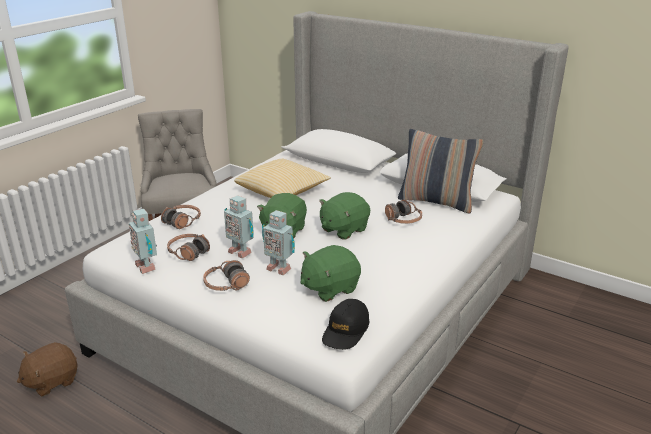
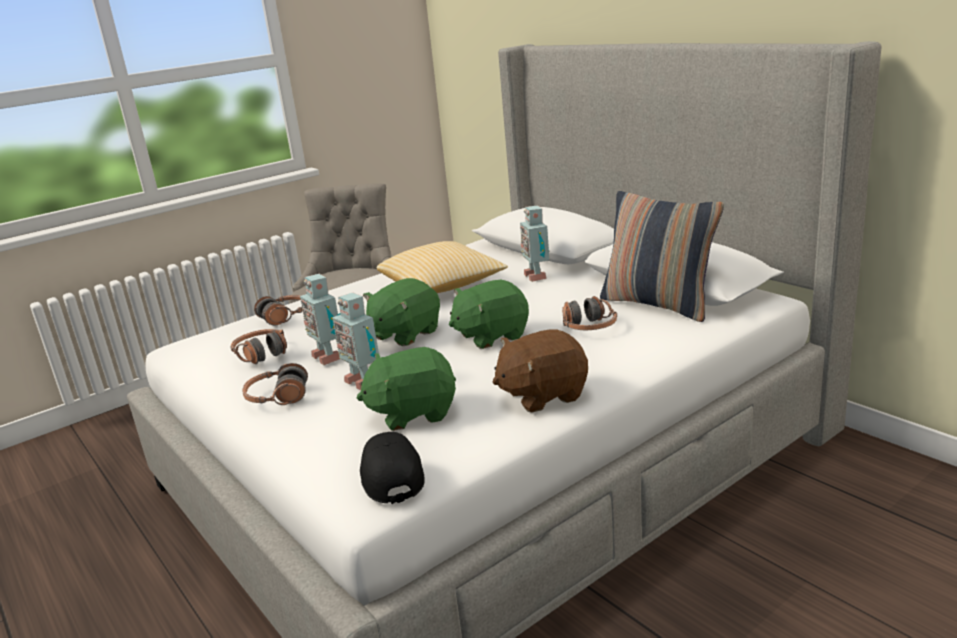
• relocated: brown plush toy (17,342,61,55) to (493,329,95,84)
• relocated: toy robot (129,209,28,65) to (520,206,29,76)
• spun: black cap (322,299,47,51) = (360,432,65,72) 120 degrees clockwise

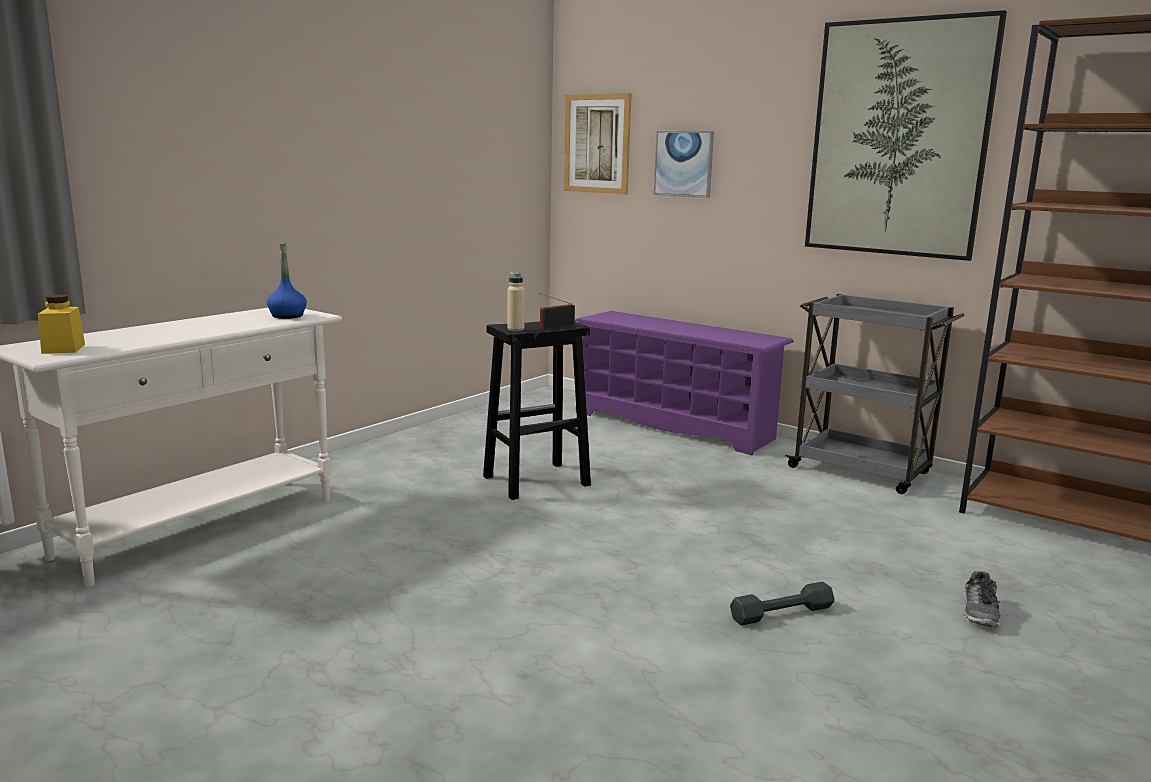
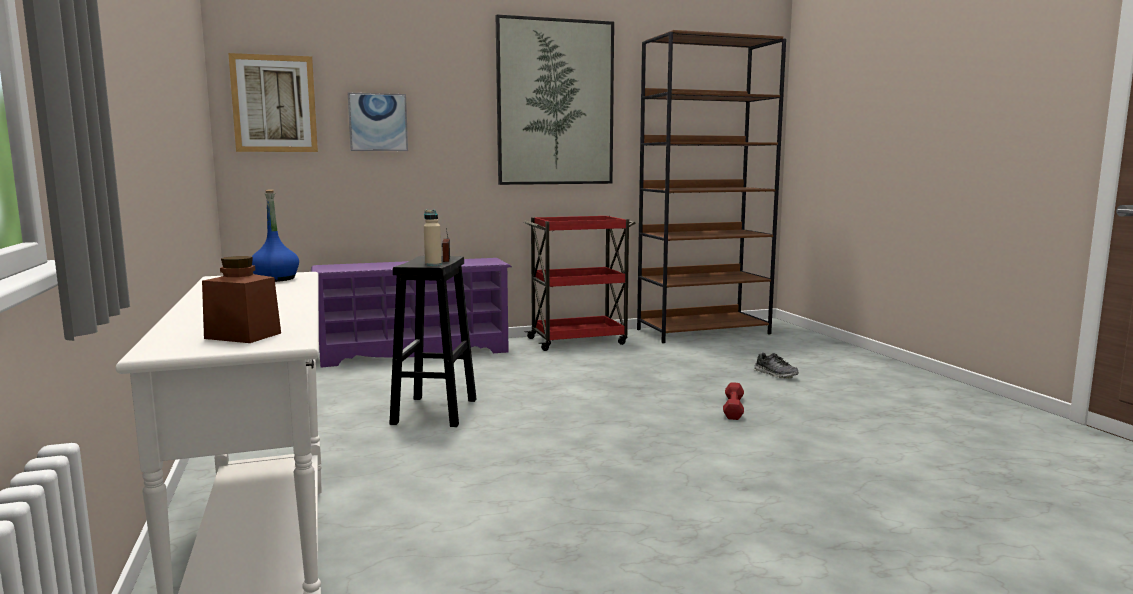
• colour: yellow jar (38,295,47,59) to brown jar (202,256,79,87)
• colour: grey dumbbell (730,582,105,43) to red dumbbell (723,382,21,38)
• colour: grey cart (785,294,180,200) to red cart (524,216,111,135)

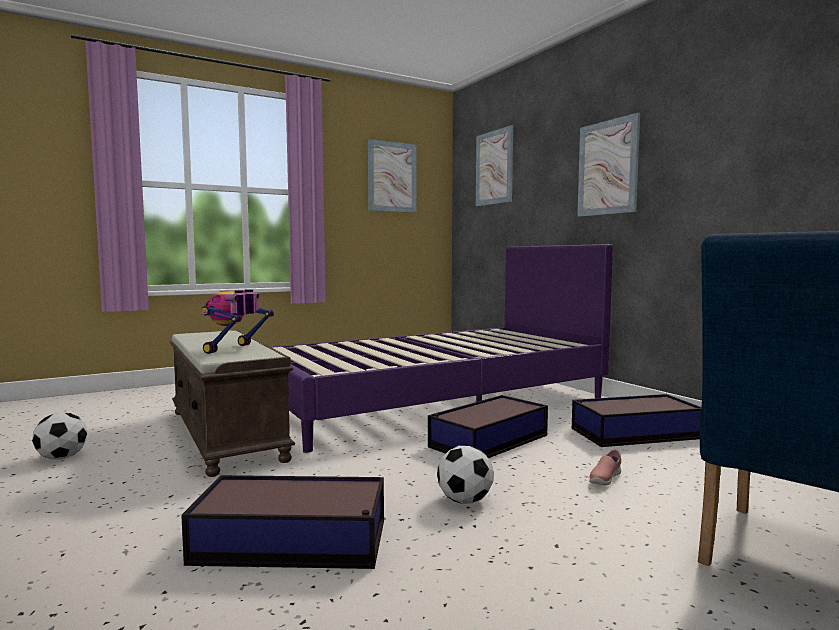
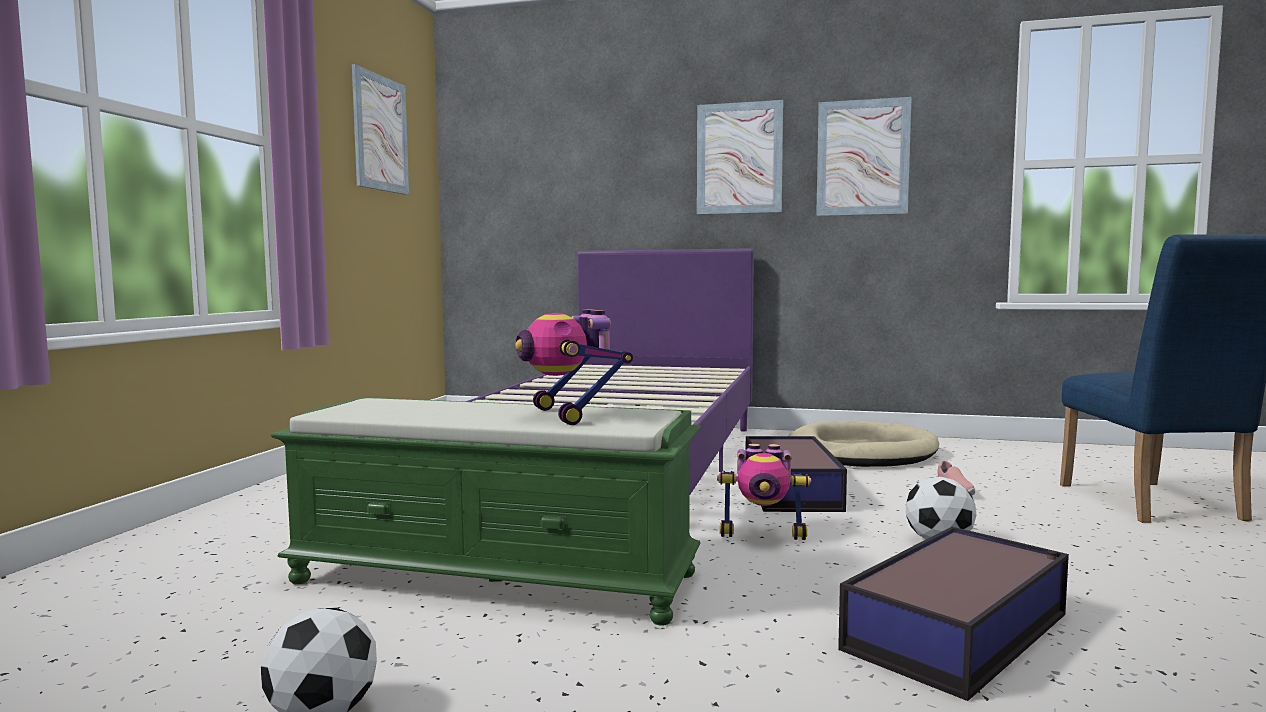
• appeared: toy robot (717,444,94,96)
• relocated: picture (476,125,37,81) to (816,97,96,119)
• exchanged: storage box (572,394,130,53) to beige dog bed (788,421,151,46)
• colour: brown bench (169,330,126,147) to green bench (271,397,430,229)

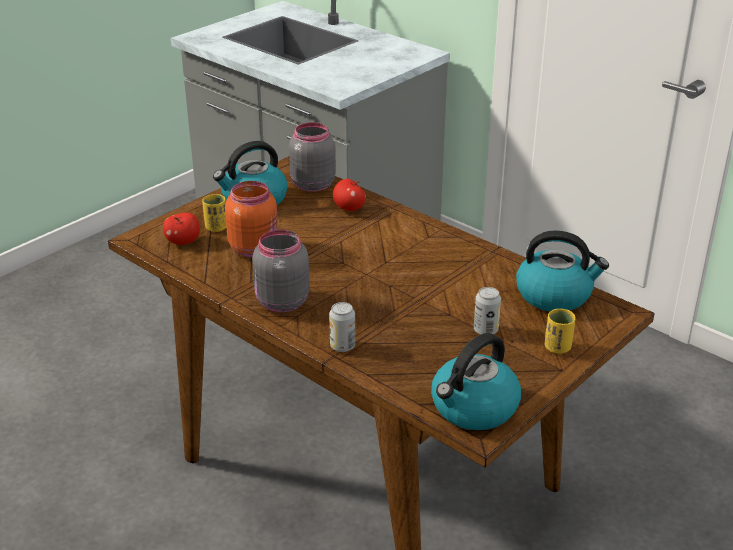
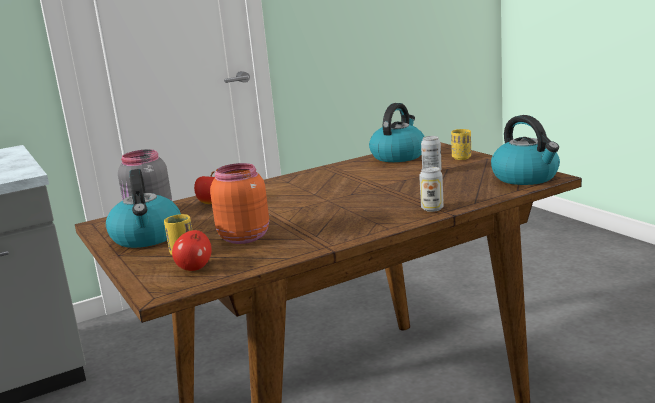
• missing: grey jar (252,230,58,82)

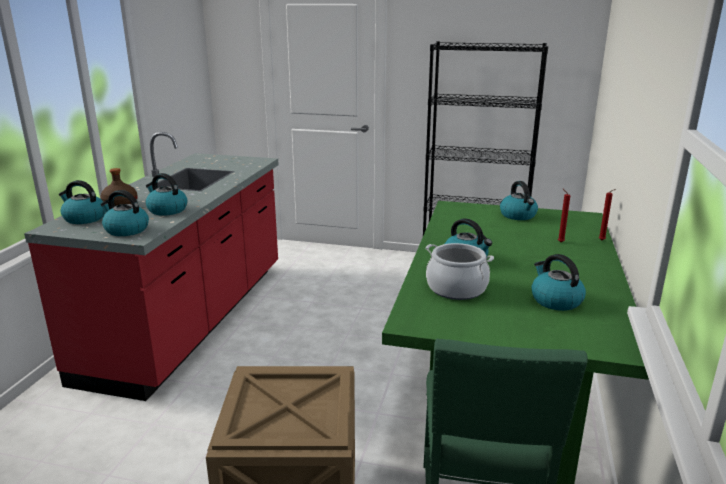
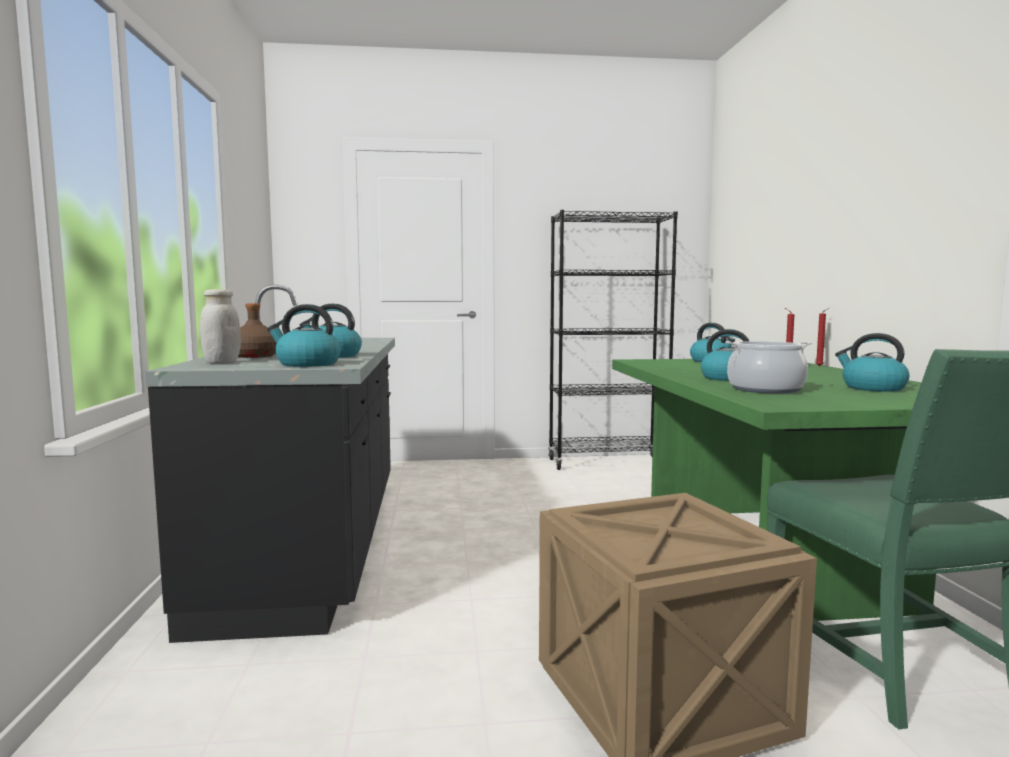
• exchanged: kettle (59,180,46,44) to white jar (200,289,41,74)
• colour: red counter (24,132,255,269) to black counter (145,285,250,358)

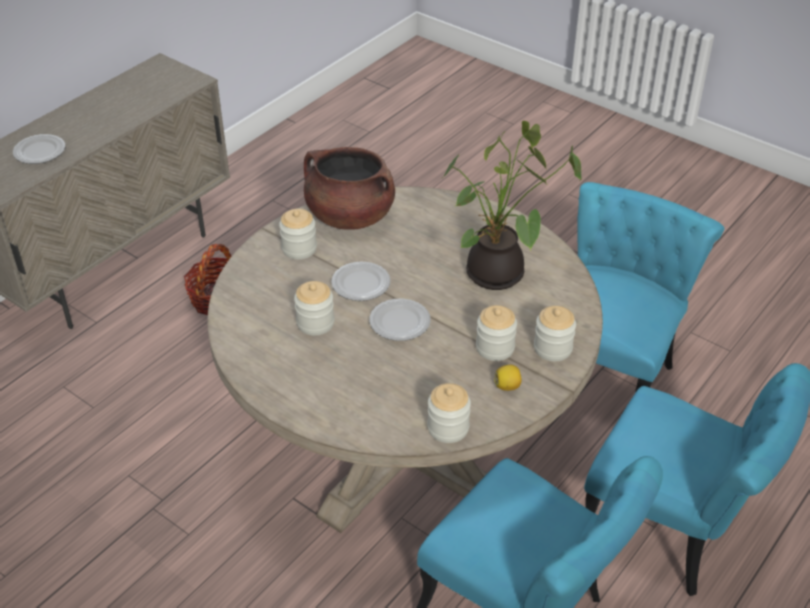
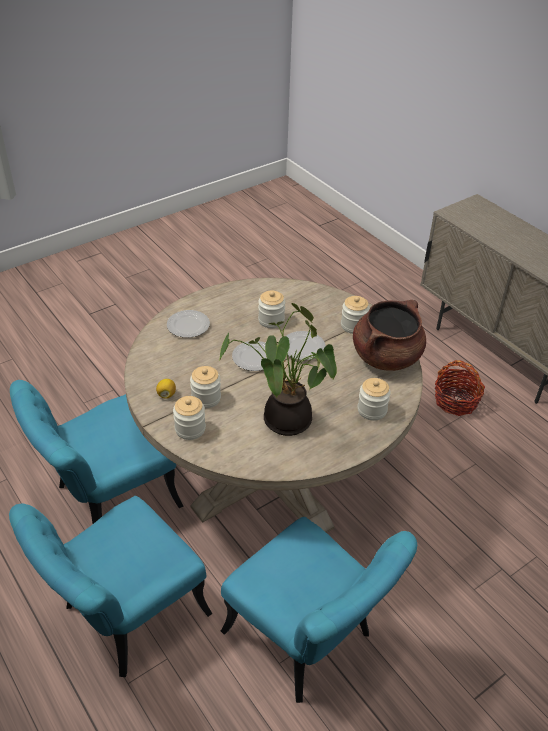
• relocated: plate (13,134,52,30) to (167,310,43,28)
• relocated: jar (427,383,44,60) to (358,378,33,43)

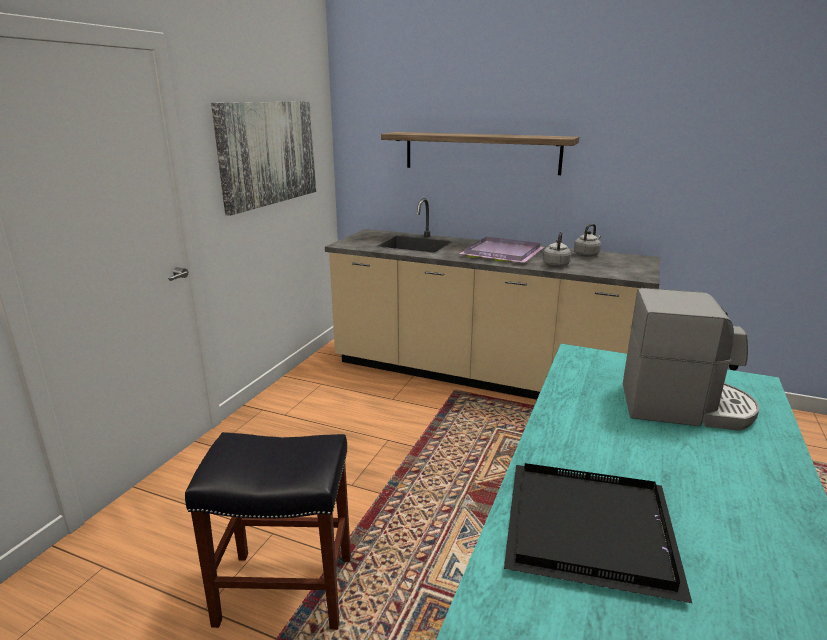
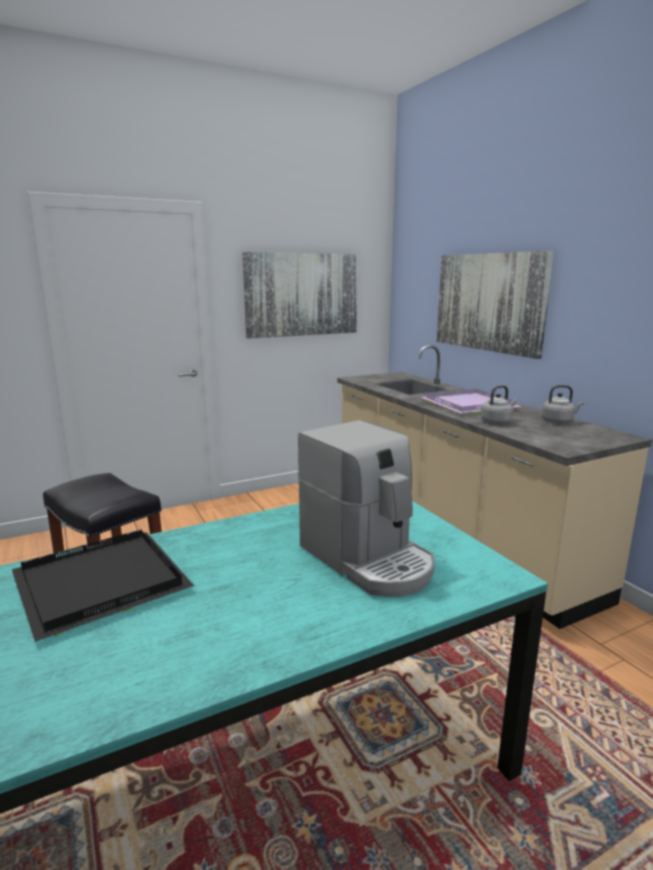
• exchanged: shelf (381,132,198,43) to picture (437,251,117,108)

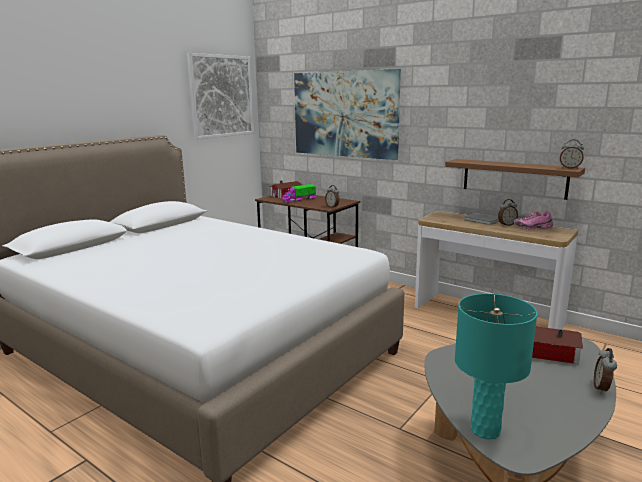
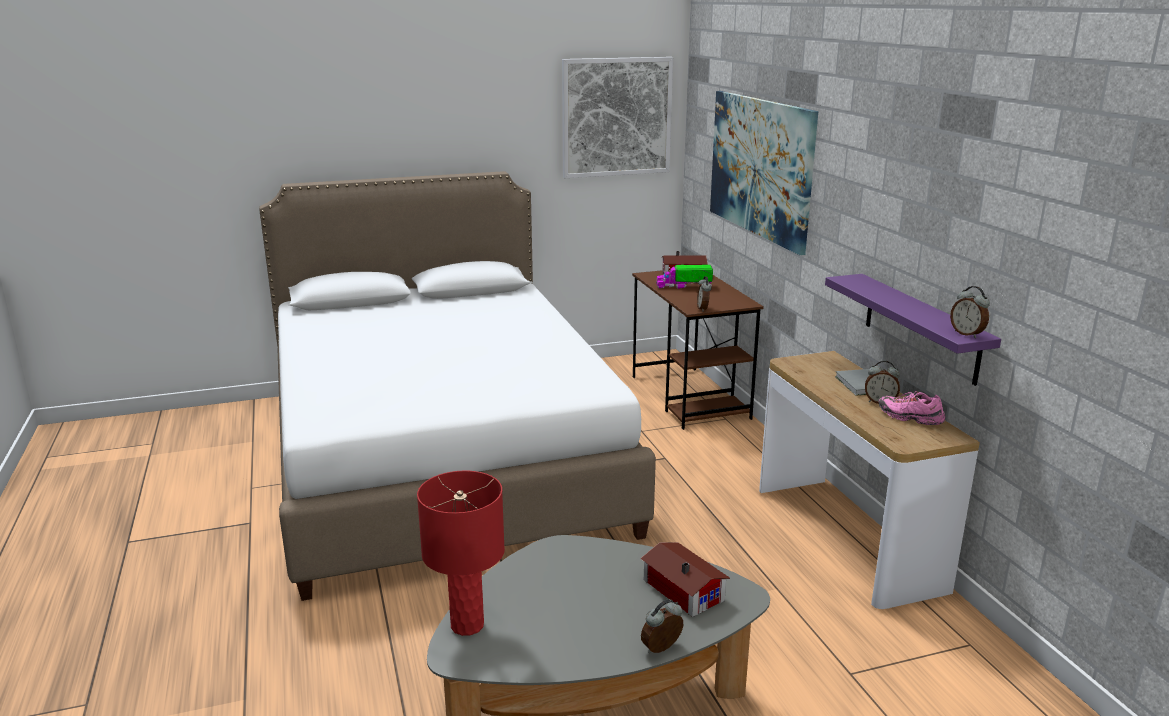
• colour: brown shelf (445,159,140,41) to purple shelf (825,274,176,112)
• colour: turquoise table lamp (455,294,82,146) to red table lamp (417,471,88,165)

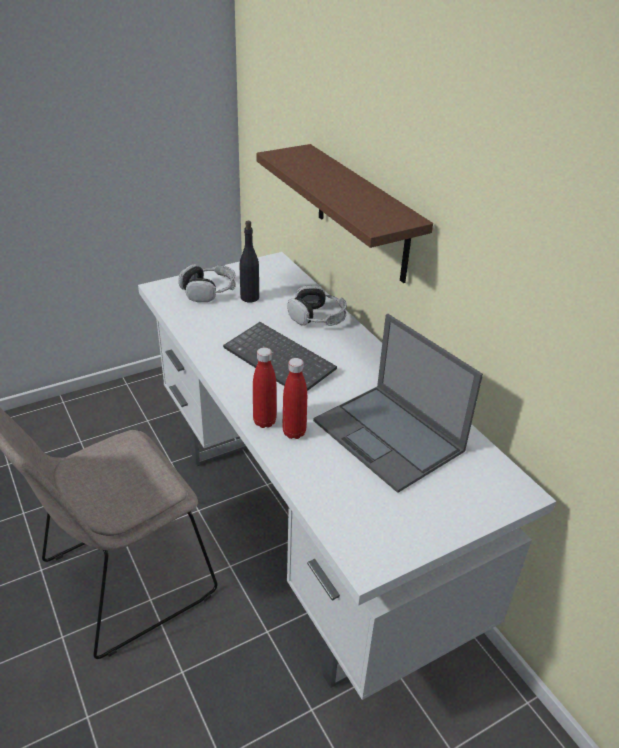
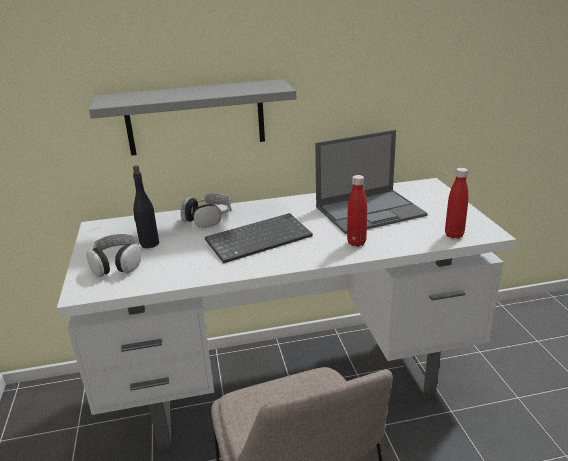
• relocated: red bottle (253,347,24,81) to (445,168,24,71)
• colour: brown shelf (256,144,177,139) to grey shelf (89,79,207,77)

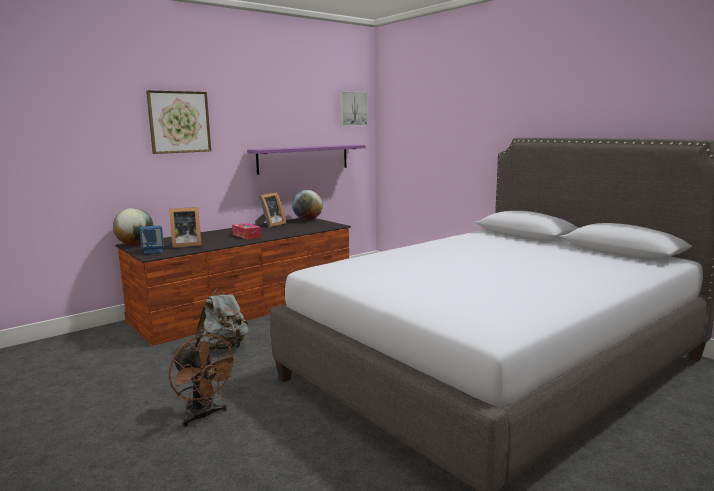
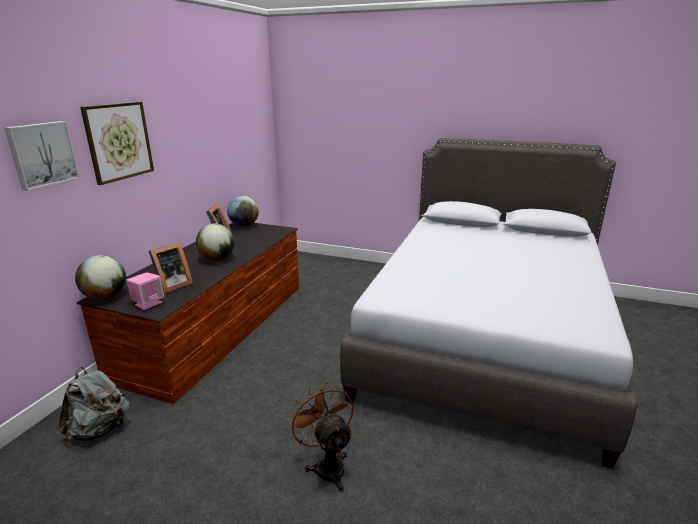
• missing: purple shelf (247,145,118,30)
• relocated: grey backpack (196,287,53,63) to (59,367,70,74)
• relocated: picture (339,91,29,35) to (4,121,76,70)
• exchanged: tissue box (232,223,30,16) to globe (196,223,39,38)
• colour: blue speaker (140,225,24,29) to pink speaker (126,272,39,38)
• spun: brown fan (169,334,70,93) = (288,382,66,110) 135 degrees counterclockwise

